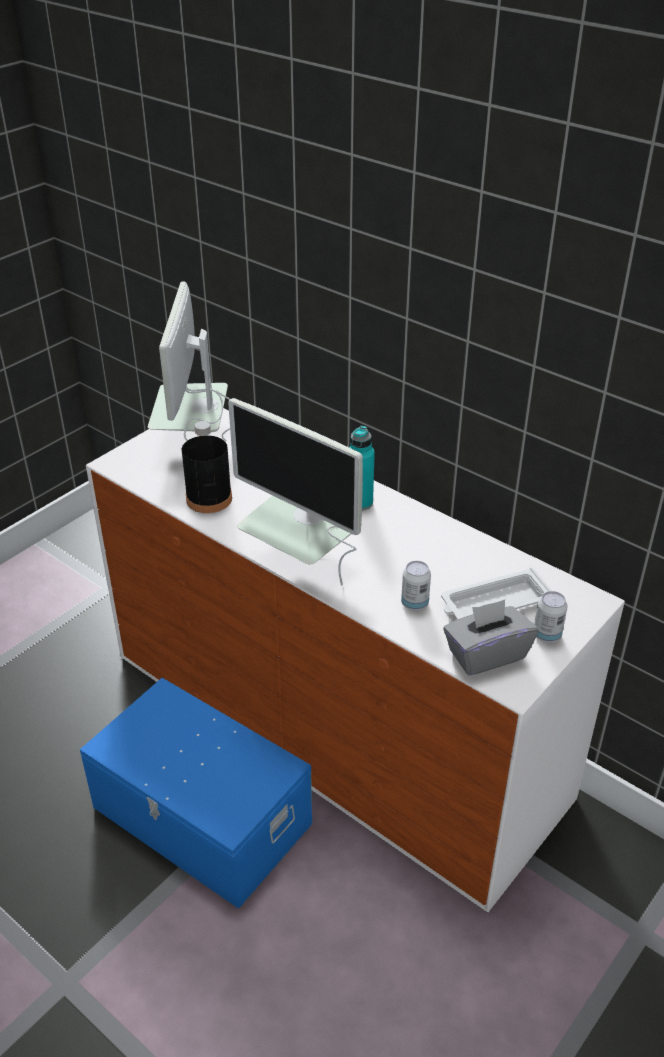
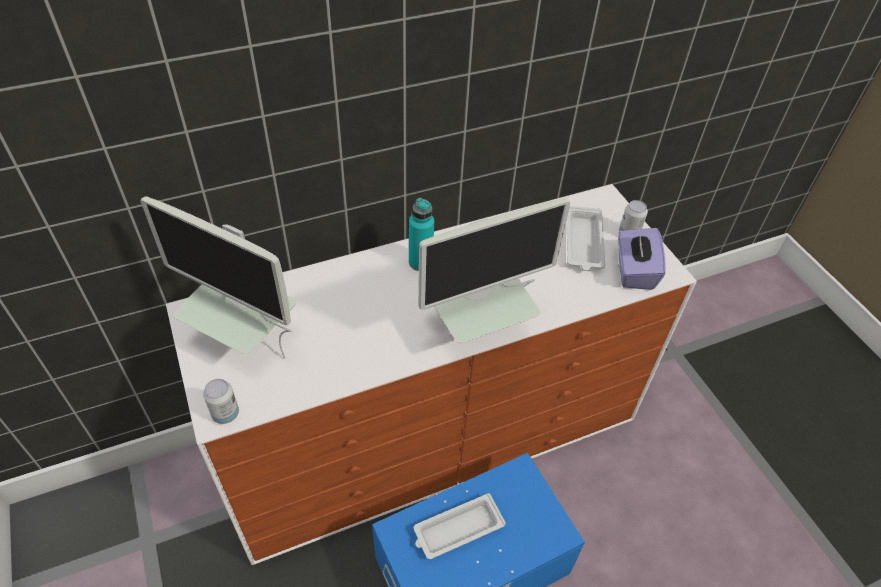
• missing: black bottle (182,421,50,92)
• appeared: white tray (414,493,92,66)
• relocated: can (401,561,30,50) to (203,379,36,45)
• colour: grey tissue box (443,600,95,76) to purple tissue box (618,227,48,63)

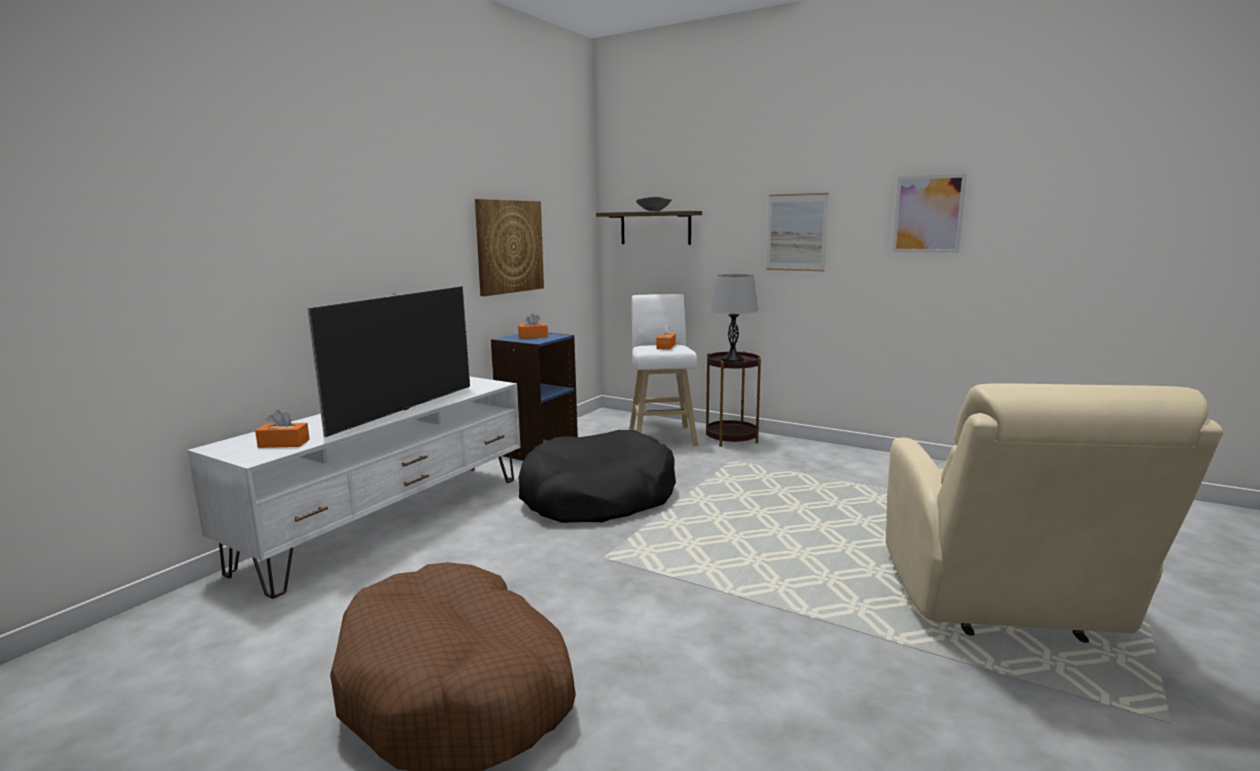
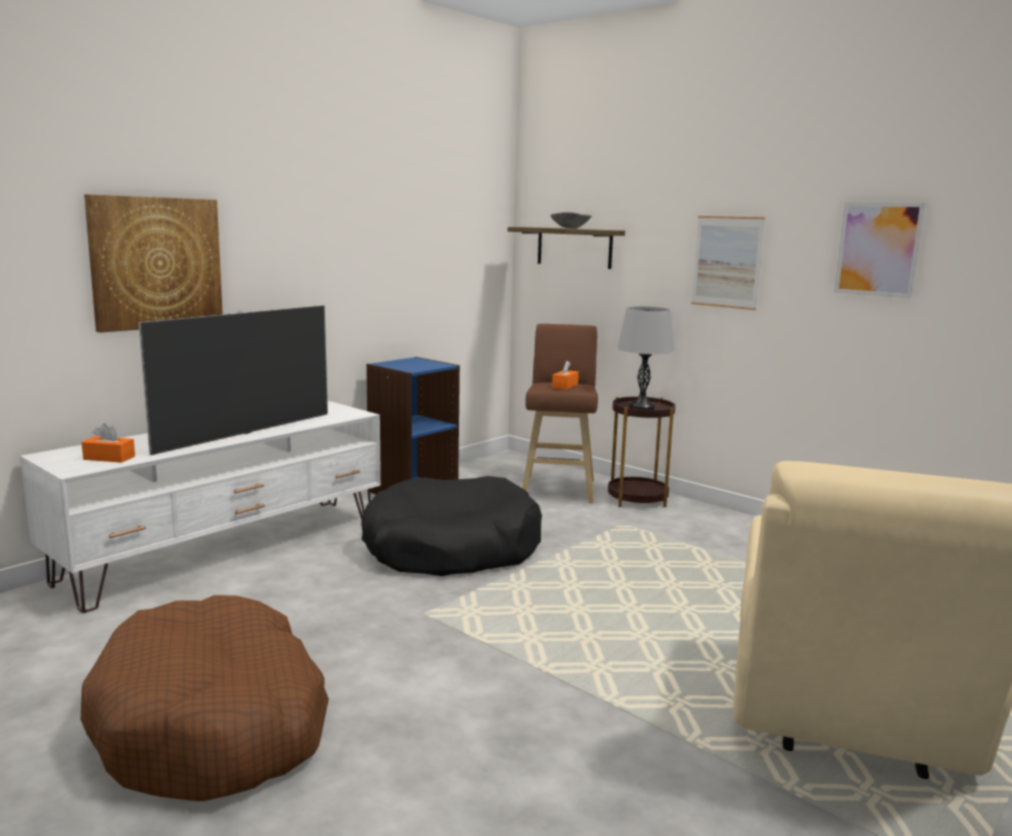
• missing: orange tissue box (518,313,30,26)
• relocated: picture (475,199,69,97) to (84,194,139,139)
• colour: white stool (629,294,69,152) to brown stool (522,324,76,180)

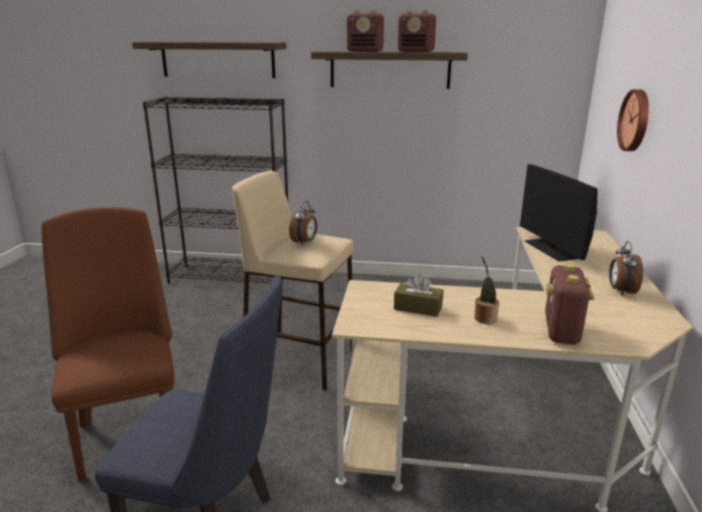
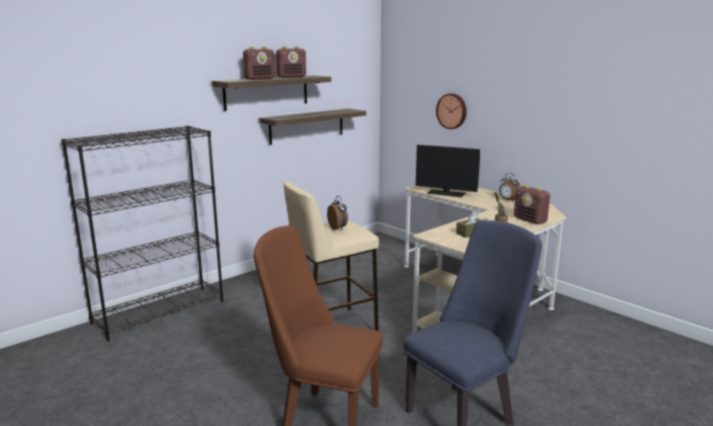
• relocated: shelf (132,42,154,36) to (260,109,106,36)

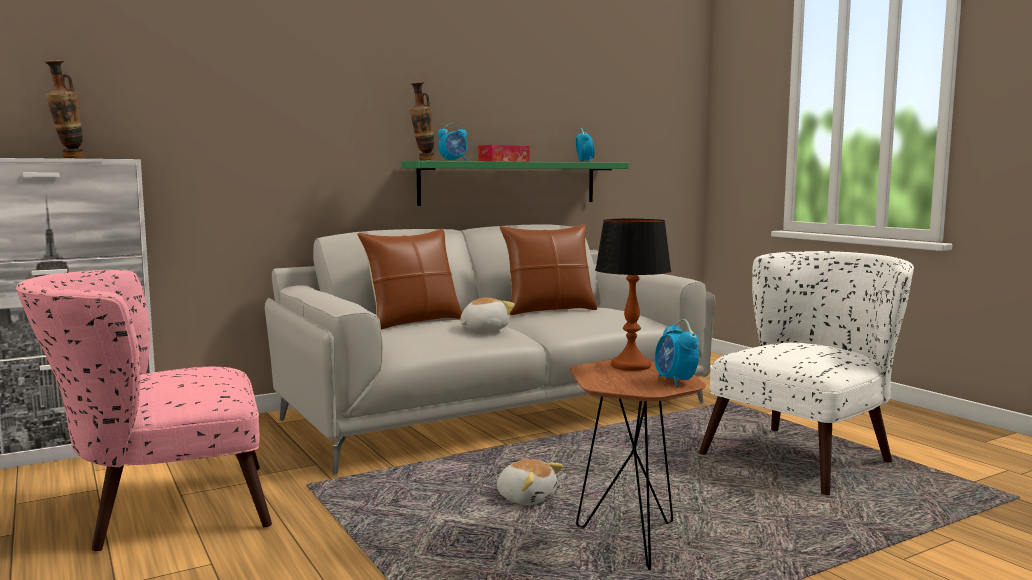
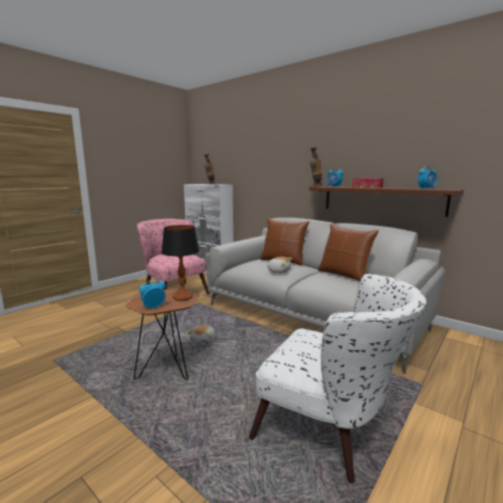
• colour: green shelf (401,161,228,45) to brown shelf (309,186,155,31)

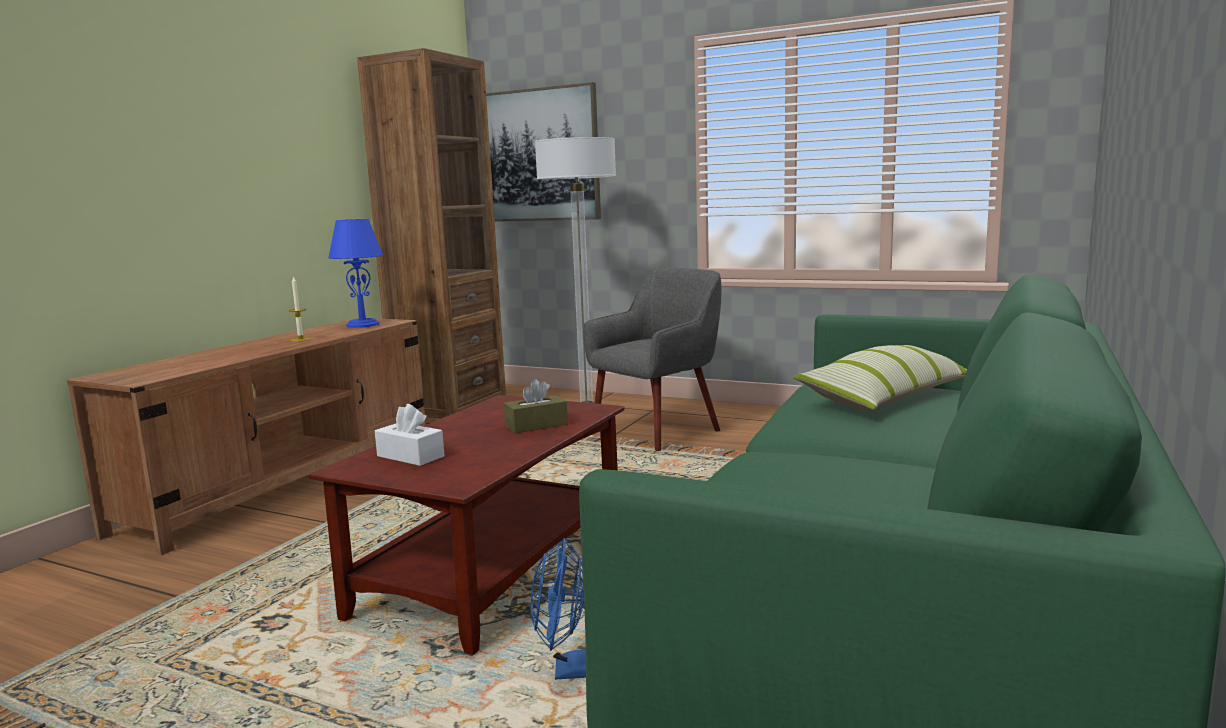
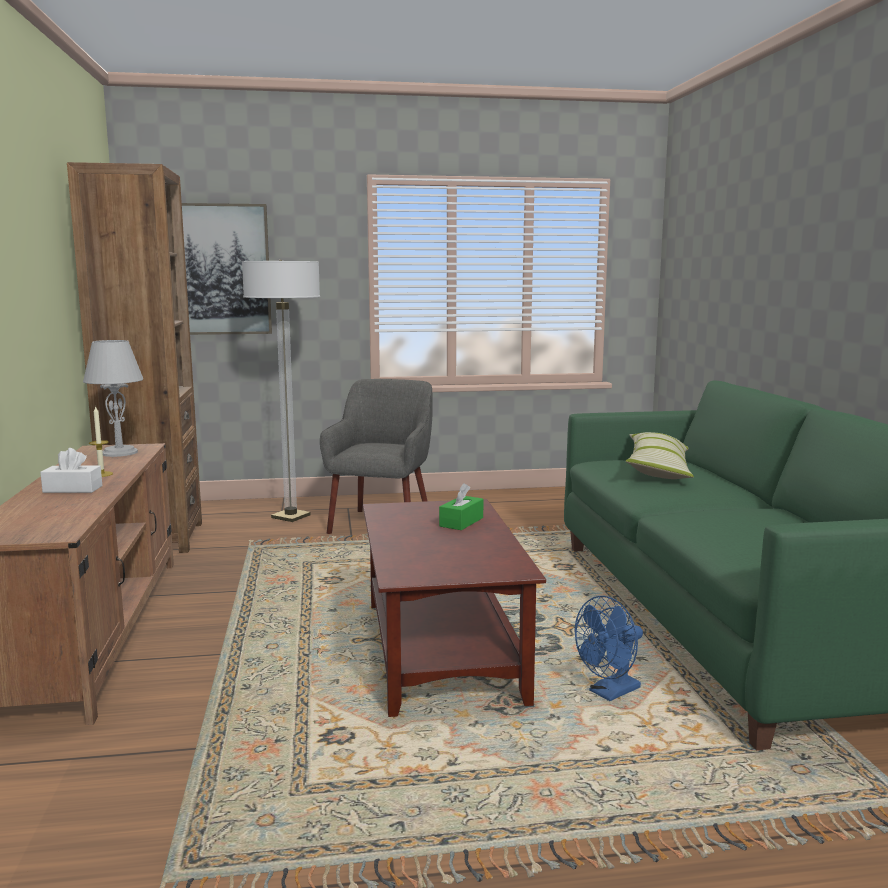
• relocated: white tissue box (375,404,70,62) to (40,448,62,45)
• colour: blue table lamp (328,219,55,109) to grey table lamp (83,340,60,117)
• colour: brown tissue box (504,379,64,54) to green tissue box (439,483,44,47)

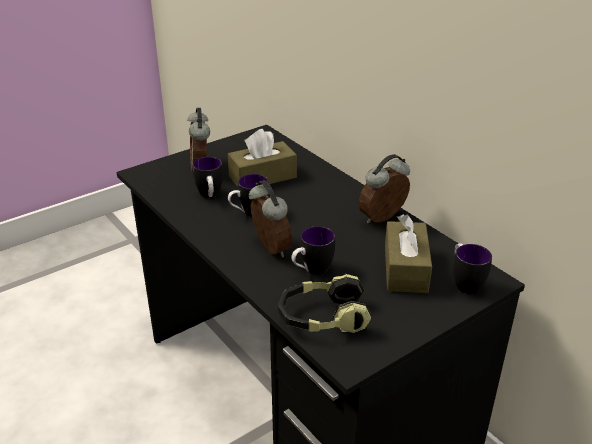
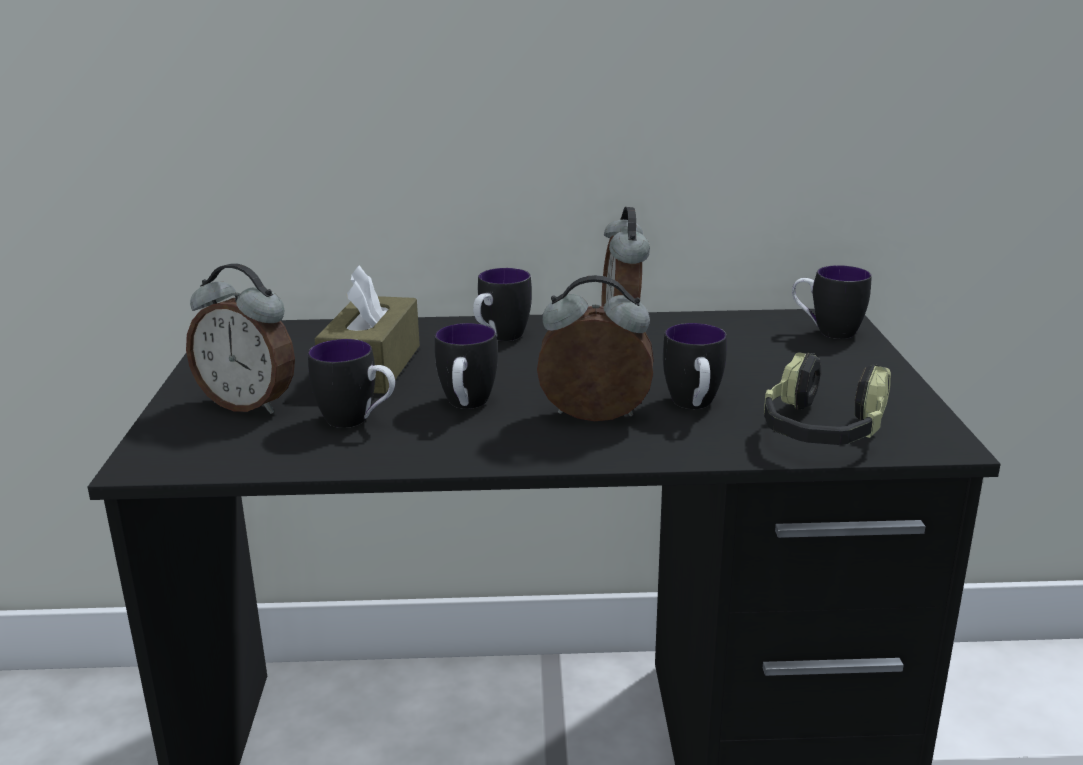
• missing: brown tissue box (385,215,47,78)
• appeared: mug (473,268,59,73)

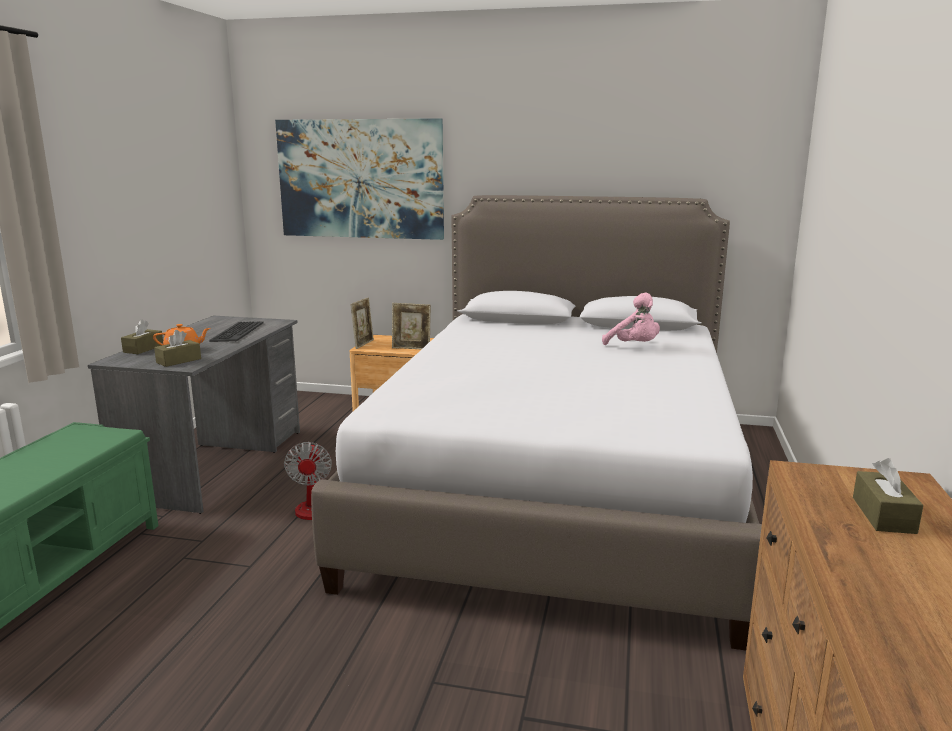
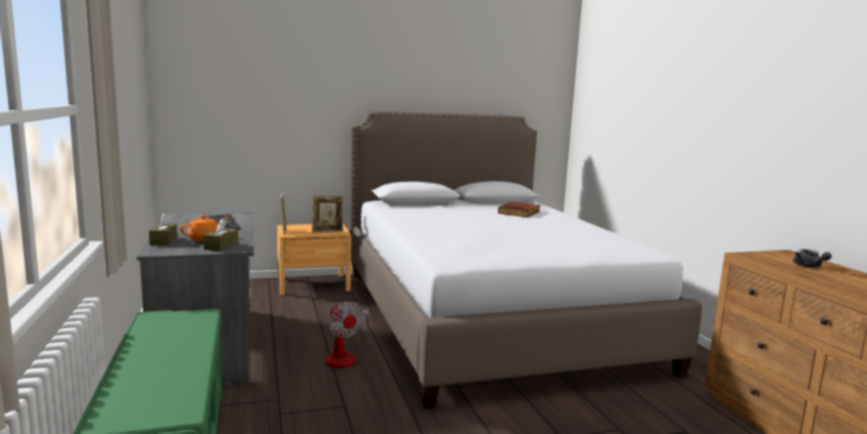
• missing: picture (275,118,169,122)
• exchanged: pink plush toy (602,293,58,52) to book (498,202,42,15)
• exchanged: brown tissue box (853,458,70,76) to grey teapot (793,249,39,19)

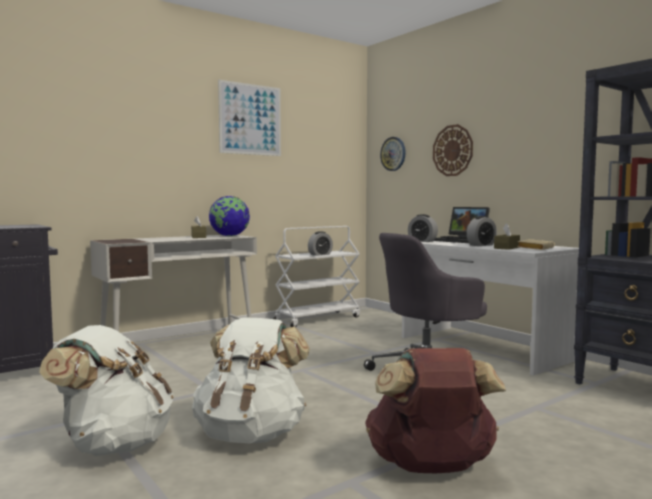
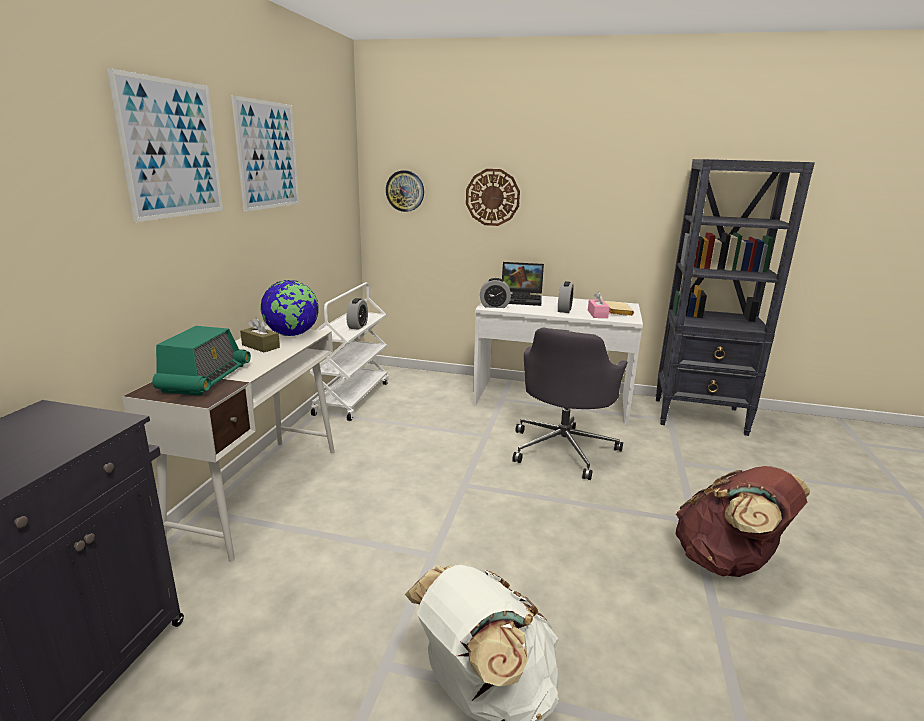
• missing: white backpack (192,317,118,126)
• appeared: picture (107,68,116,154)
• appeared: radio (152,326,99,70)
• colour: brown tissue box (494,223,26,27) to pink tissue box (588,291,22,27)

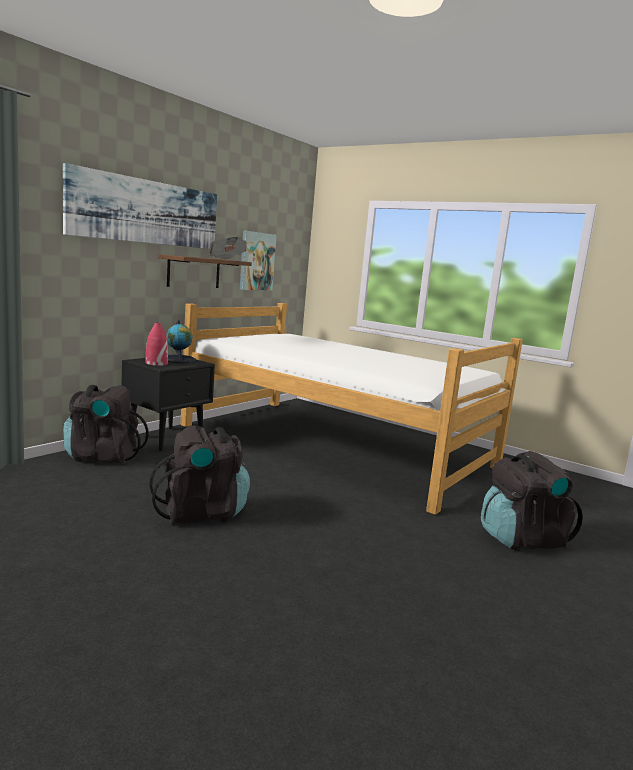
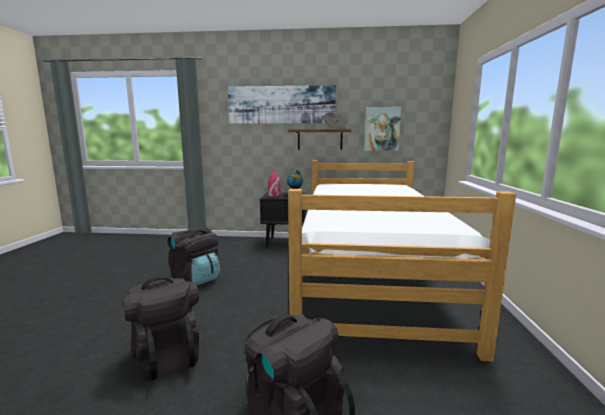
• relocated: black backpack (63,385,86,79) to (122,275,77,107)

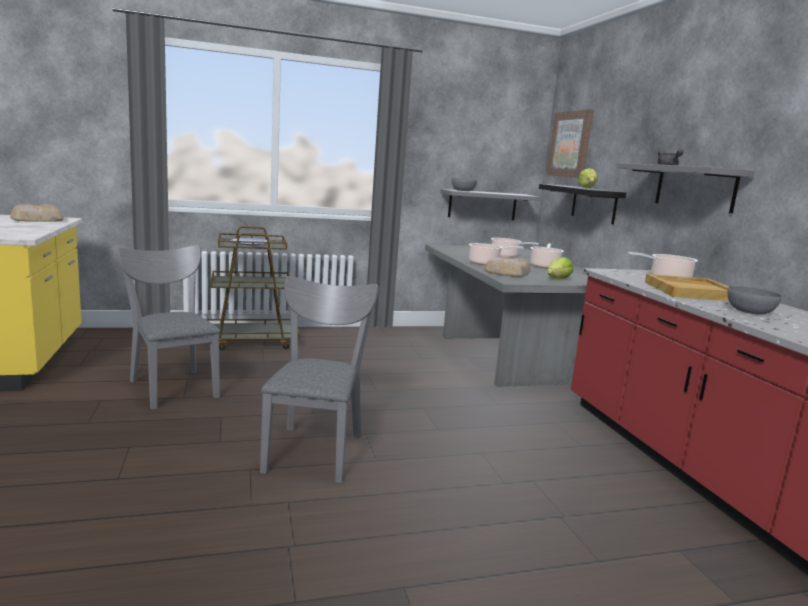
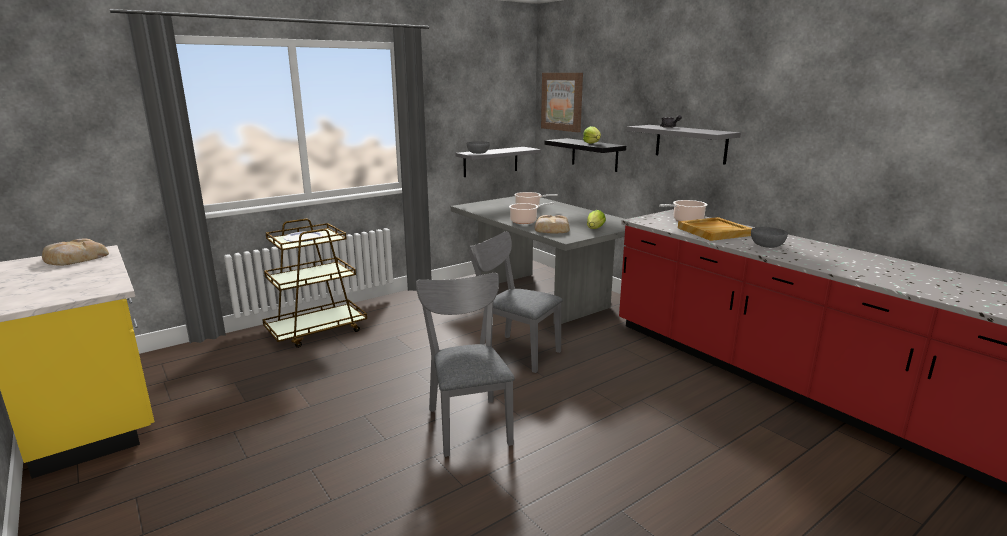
• missing: cooking pot (530,243,34,26)
• relocated: grey chair (117,245,103,165) to (469,231,94,142)

